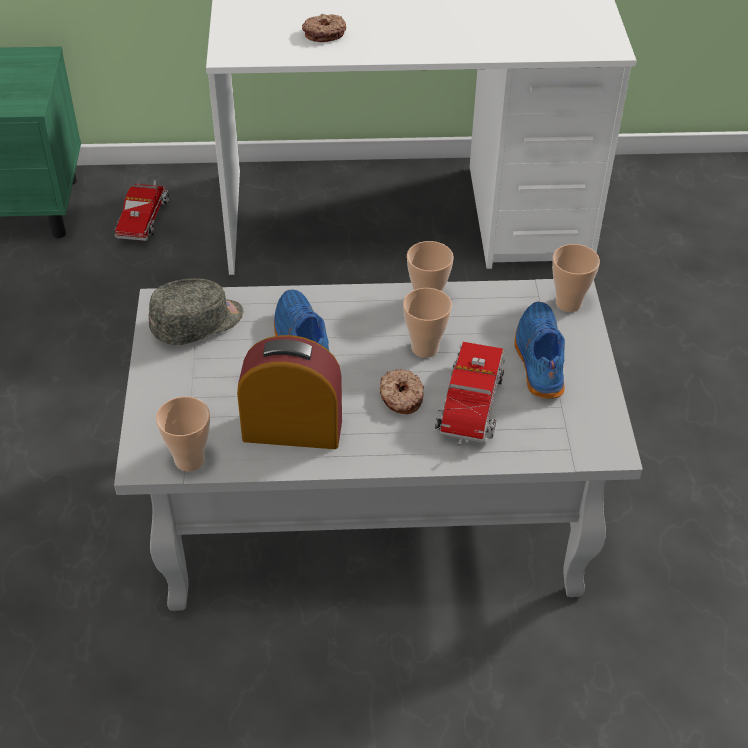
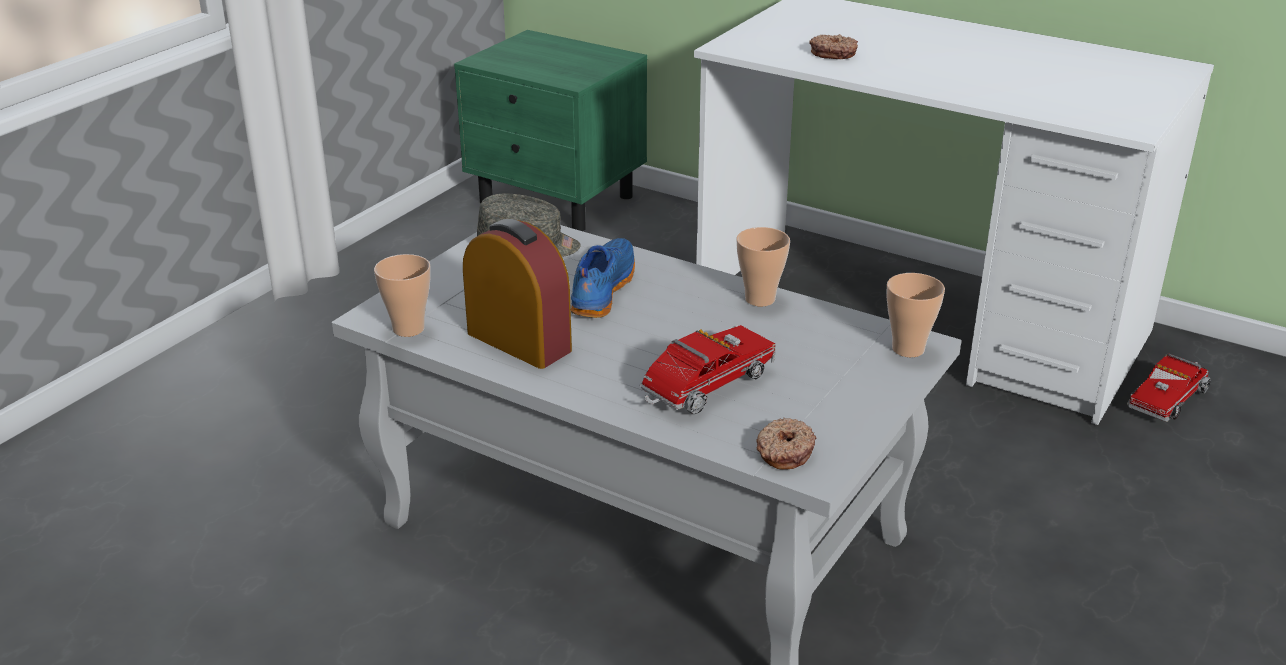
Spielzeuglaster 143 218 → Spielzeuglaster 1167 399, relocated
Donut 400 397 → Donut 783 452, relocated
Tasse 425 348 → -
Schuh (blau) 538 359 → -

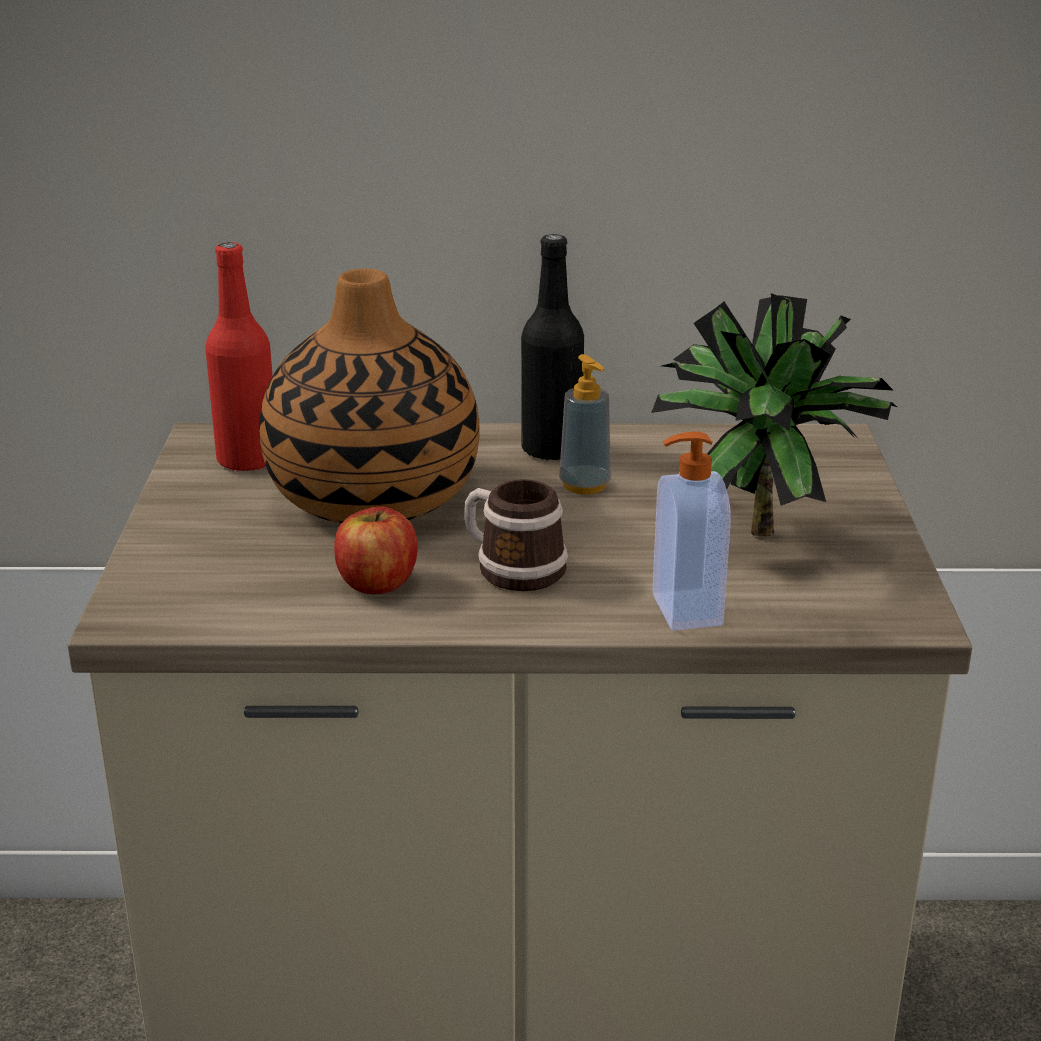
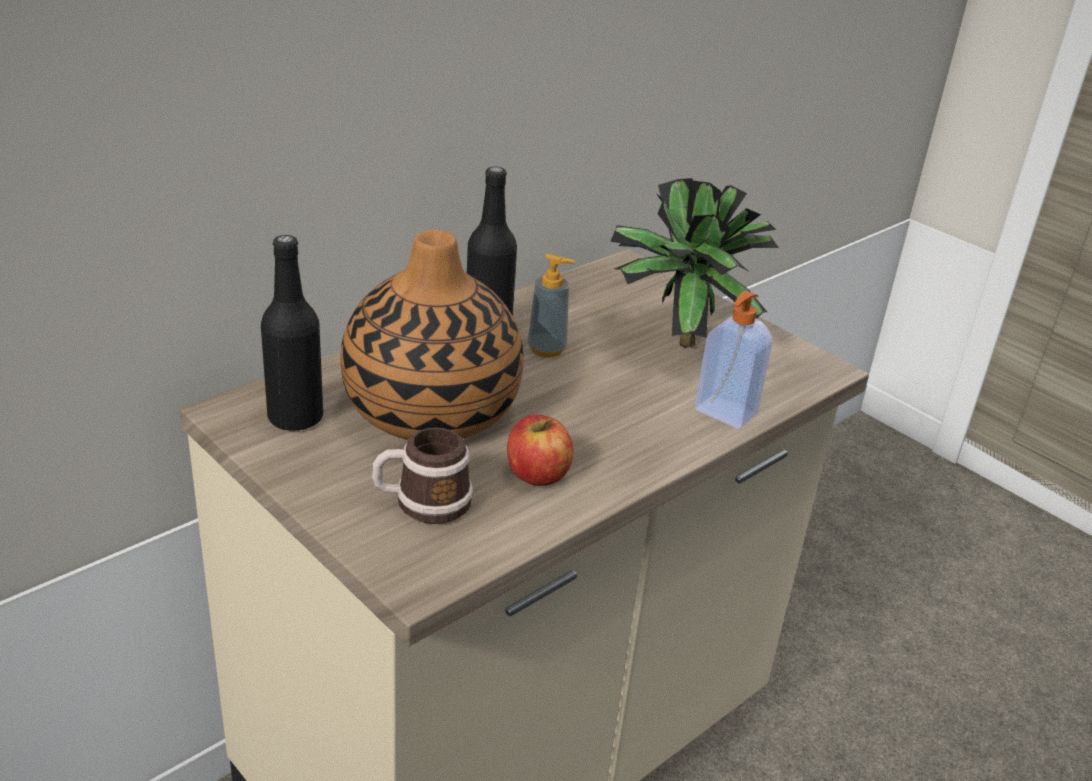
Flasche (rot) 248 460 → Flasche (schwarz) 295 418
Henkelbecher 511 567 → Henkelbecher 422 502, relocated

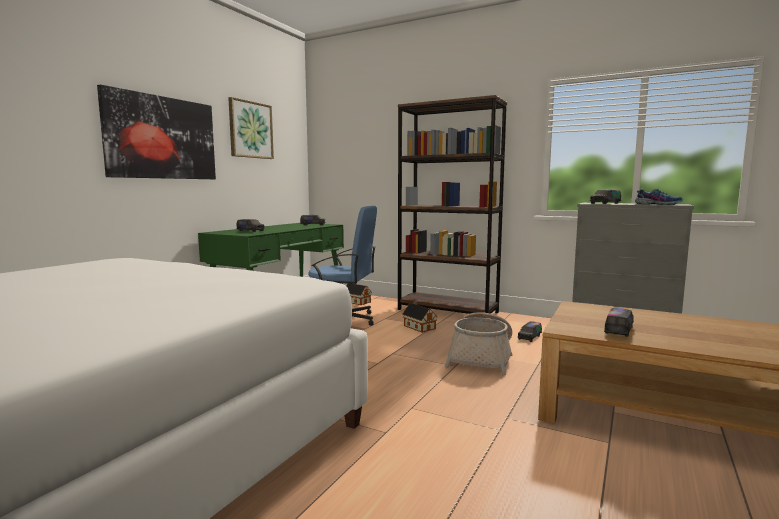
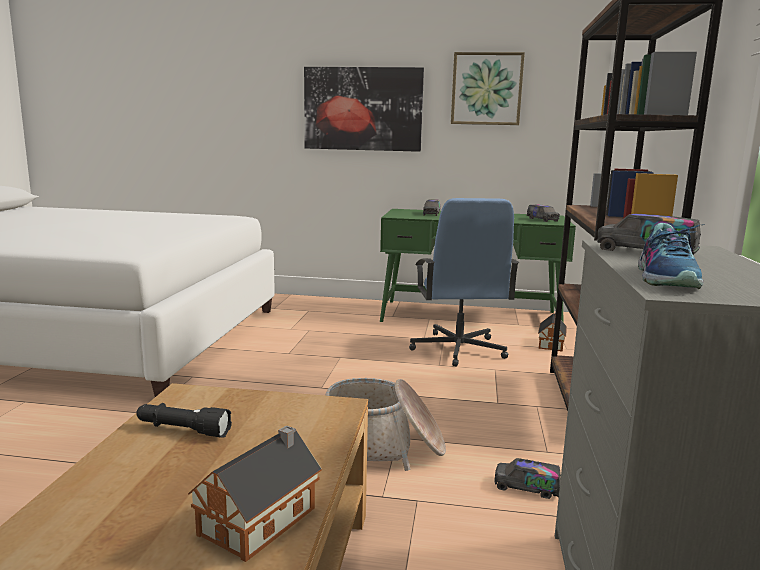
Spielzeughaus 419 327 → Spielzeughaus 262 519, relocated
Spielzeuglaster 618 330 → Taschenlampe (schwarz) 182 430

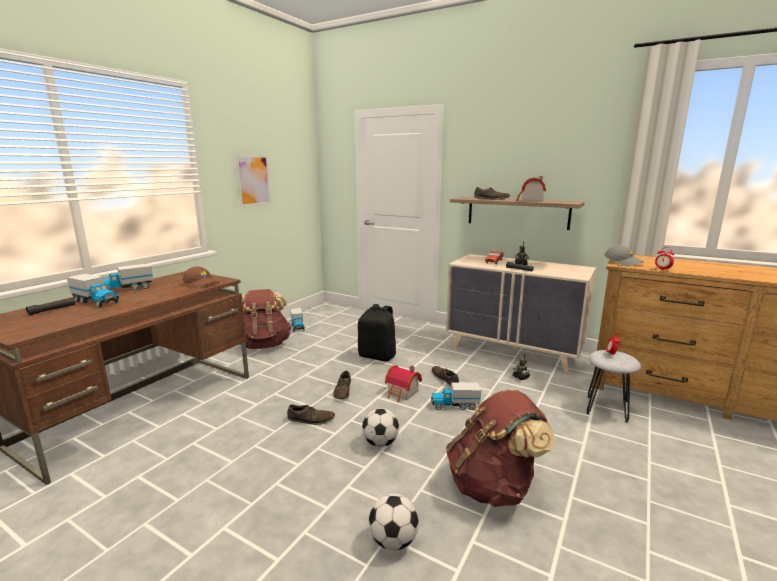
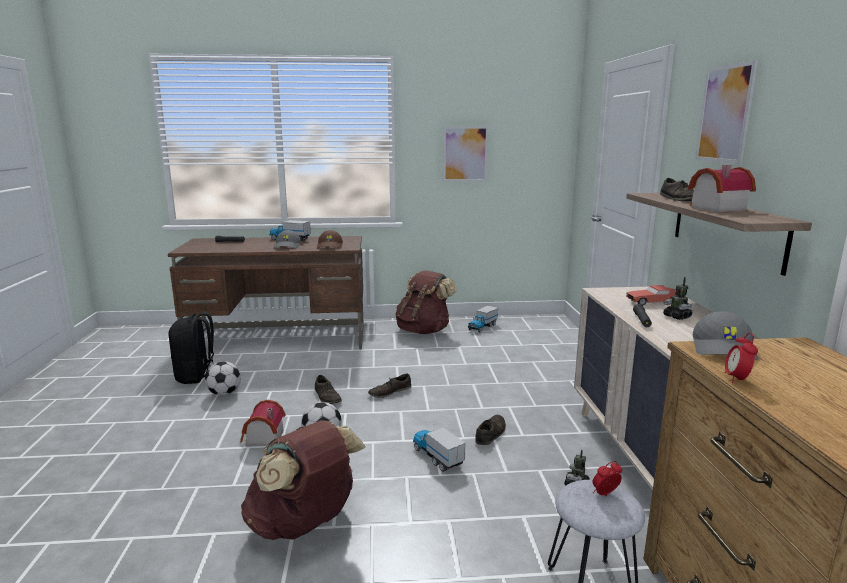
Spielzeuglaster 96 302 → -
Rucksack (schwarz) 378 356 → Rucksack (schwarz) 197 376, relocated
Fußball 393 541 → Fußball 224 393, relocated
Spielzeughaus 402 393 → Spielzeughaus 262 438, relocated
- → Kappe (grau) 288 246
- → Bild 725 114

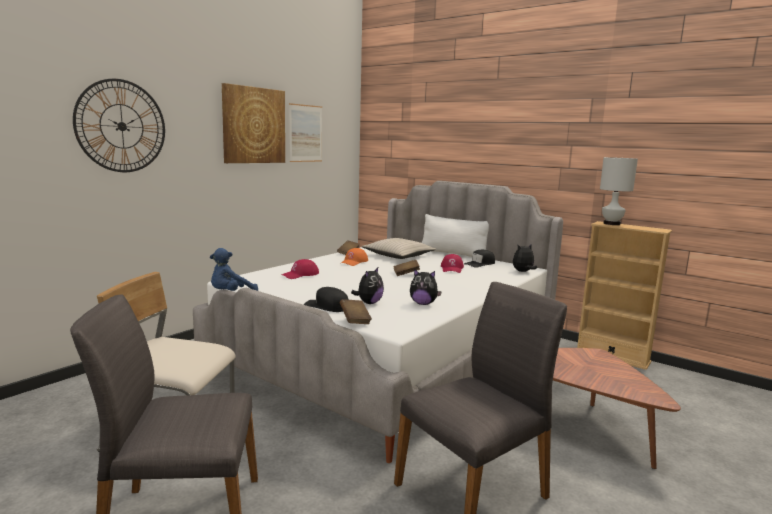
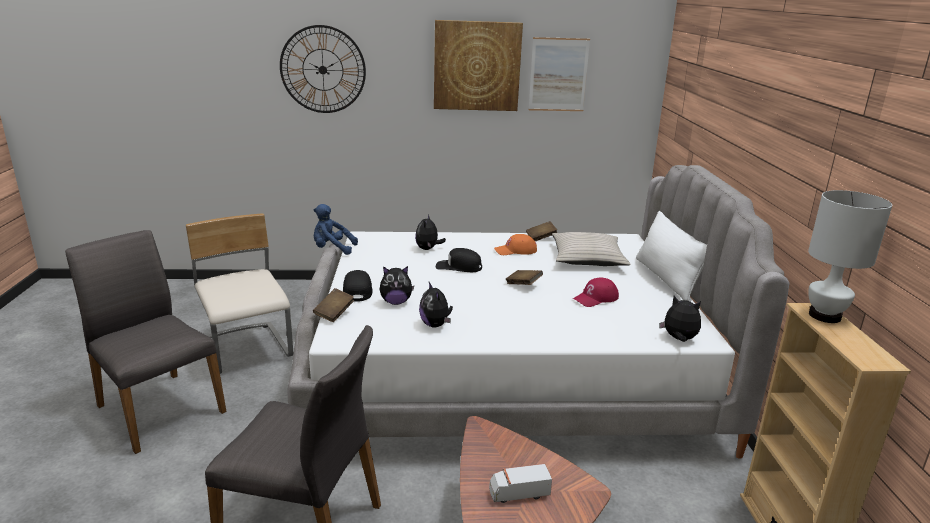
Kappe (rot) 300 275 → Plüschtier 428 249
Kappe (schwarz) 480 264 → Kappe (schwarz) 459 267, relocated
- → Spielzeuglaster 518 494

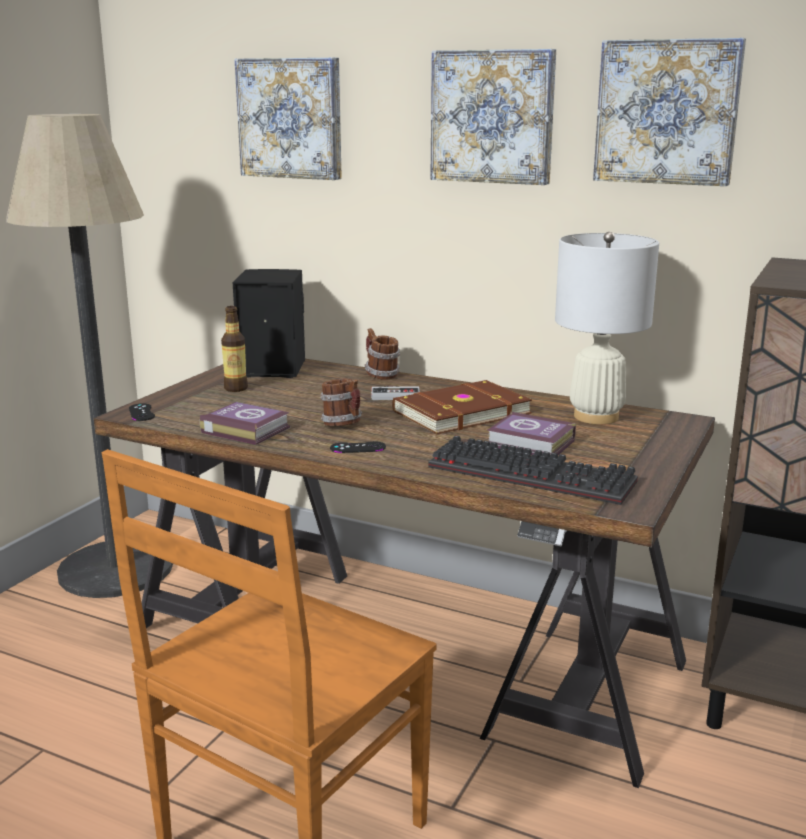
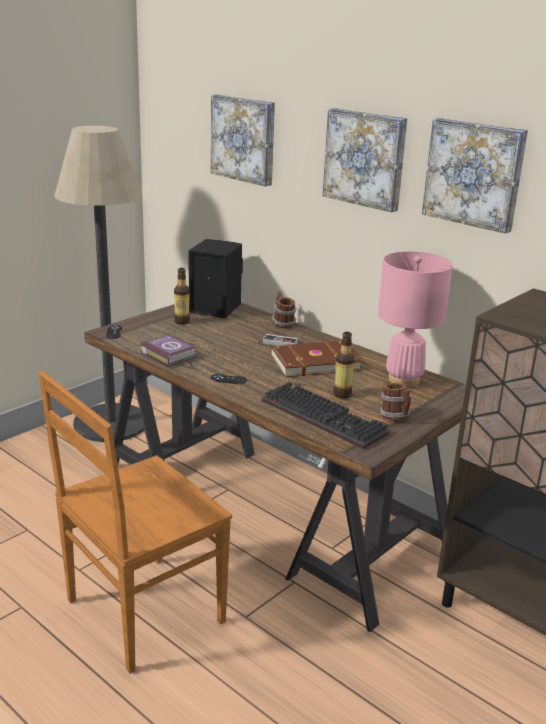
Henkelbecher 343 425 → Henkelbecher 395 418, relocated
Buch 531 444 → Flasche 342 394
Tischlampe (weiß) 595 416 → Tischlampe (rosa) 403 379

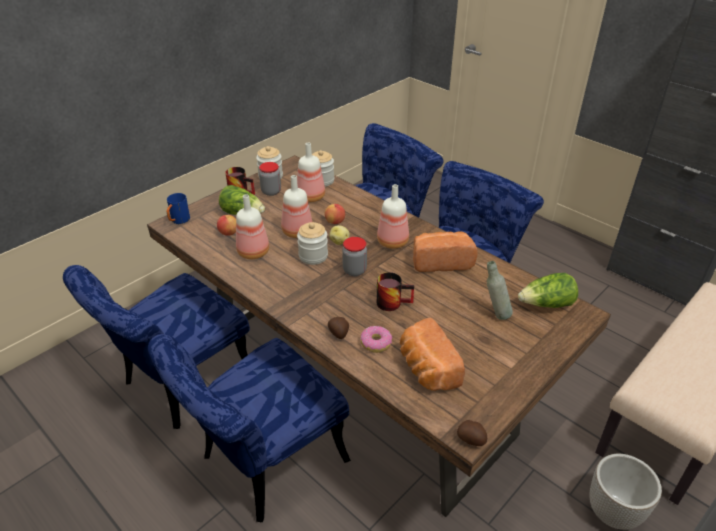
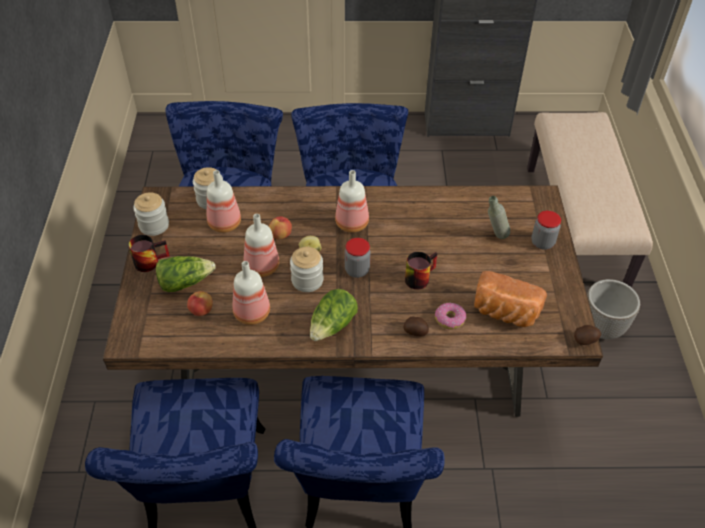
Henkelbecher (blau) 178 221 → -
Vorratsglas 271 191 → Vorratsglas 542 243, relocated
Brot 441 261 → -
Salatkopf 546 304 → Salatkopf 332 325, relocated

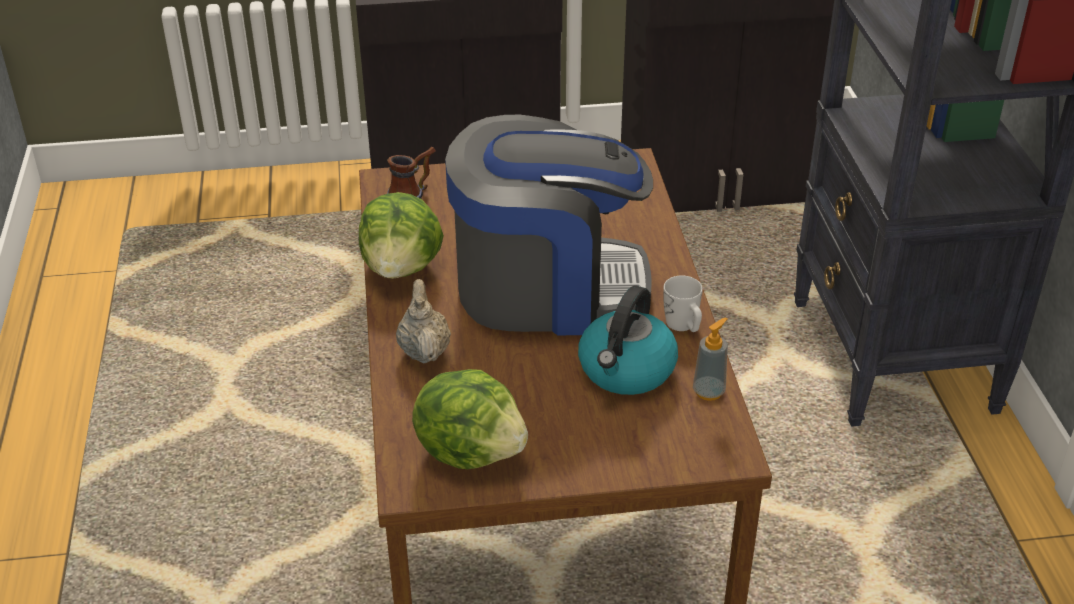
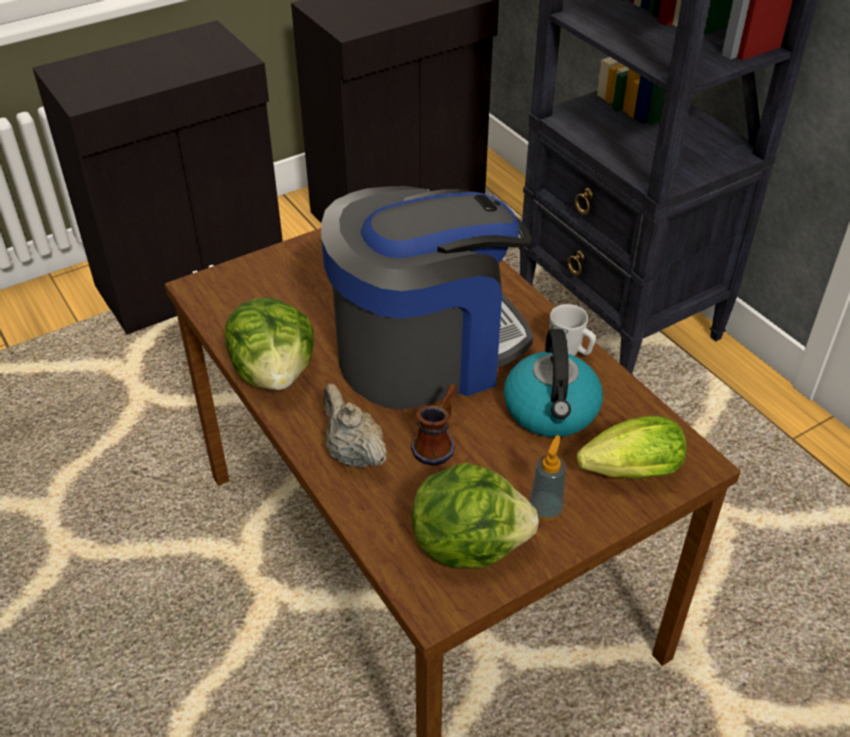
Henkelbecher 413 194 → Henkelbecher 438 442, relocated
Seifenspender 708 391 → Seifenspender 545 509, relocated
- → Salatkopf 625 473

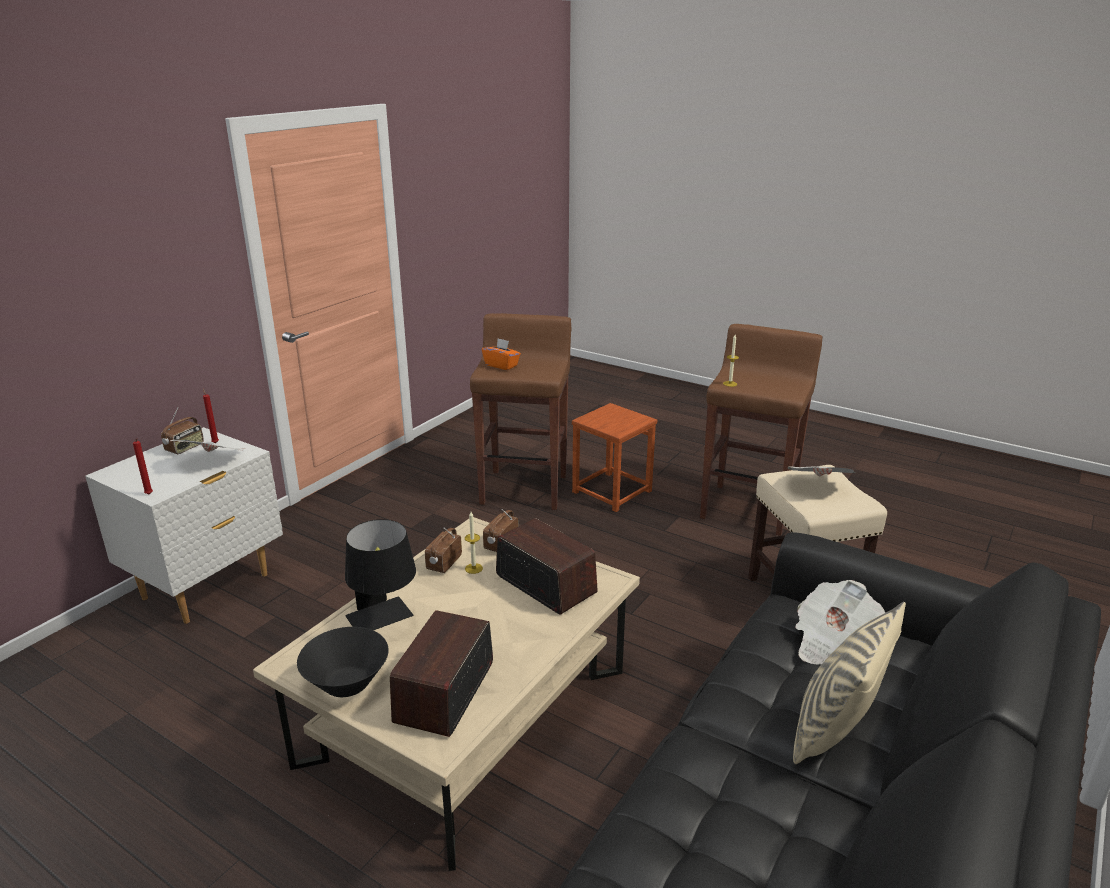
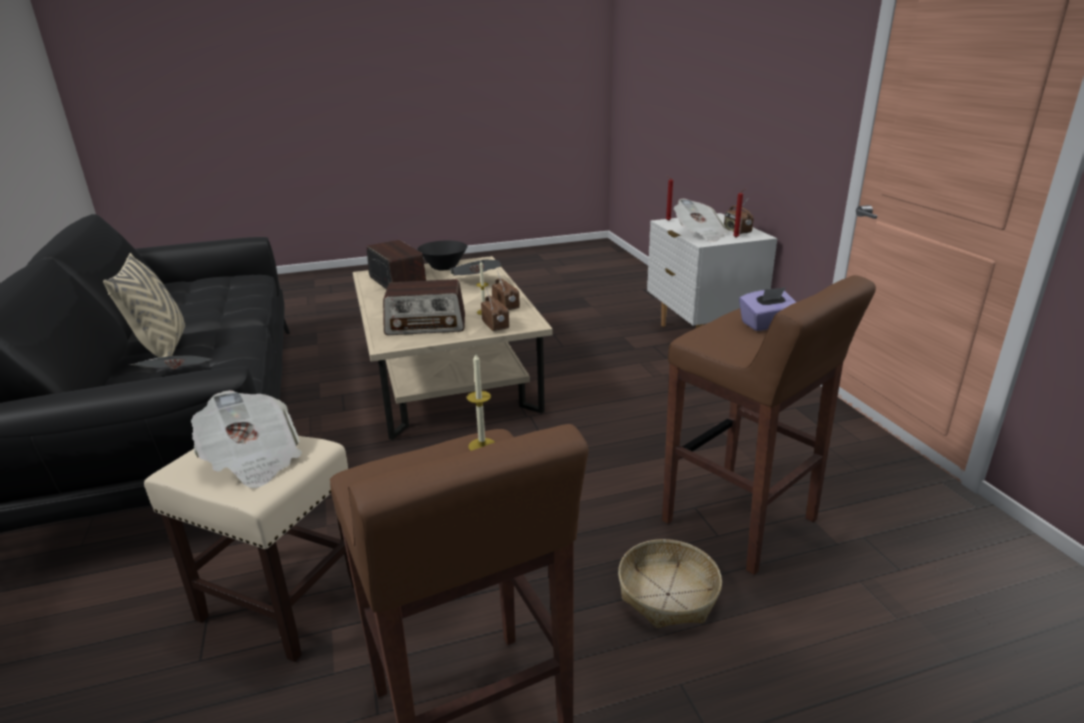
Tischlampe (schwarz) 385 622 → Zeitung 476 282
Taschentuchbox (orange) 501 365 → Taschentuchbox (lila) 767 324
Hocker (braun) 611 492 → Korb 668 594

